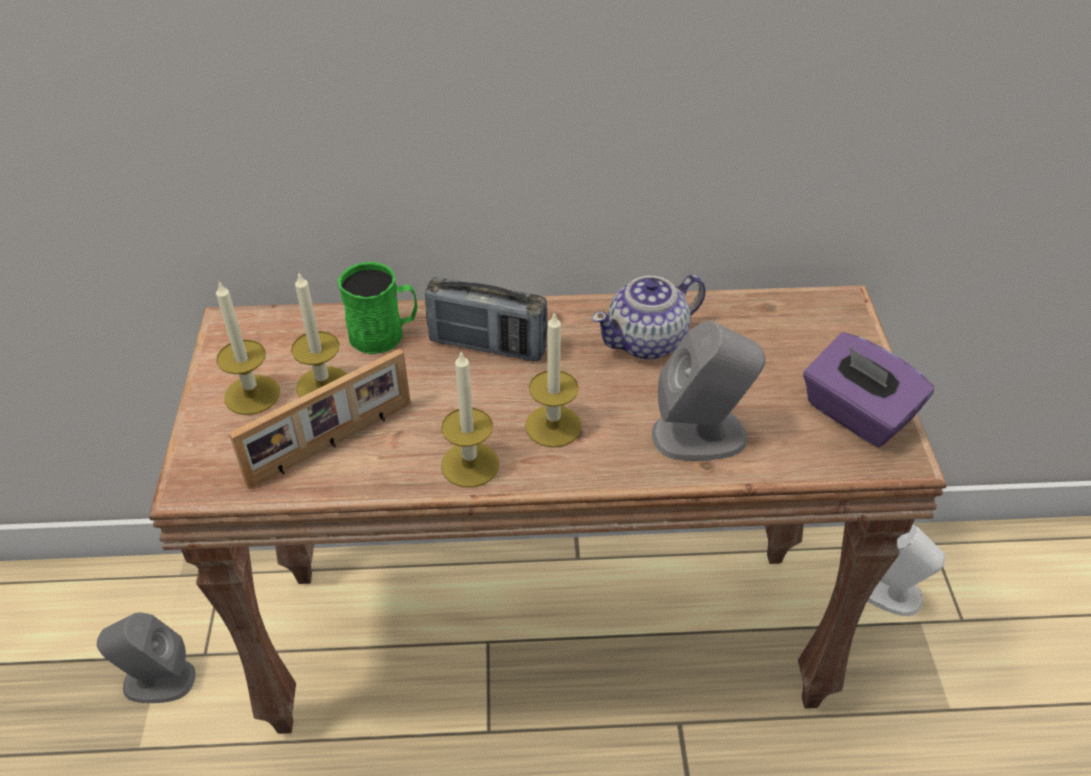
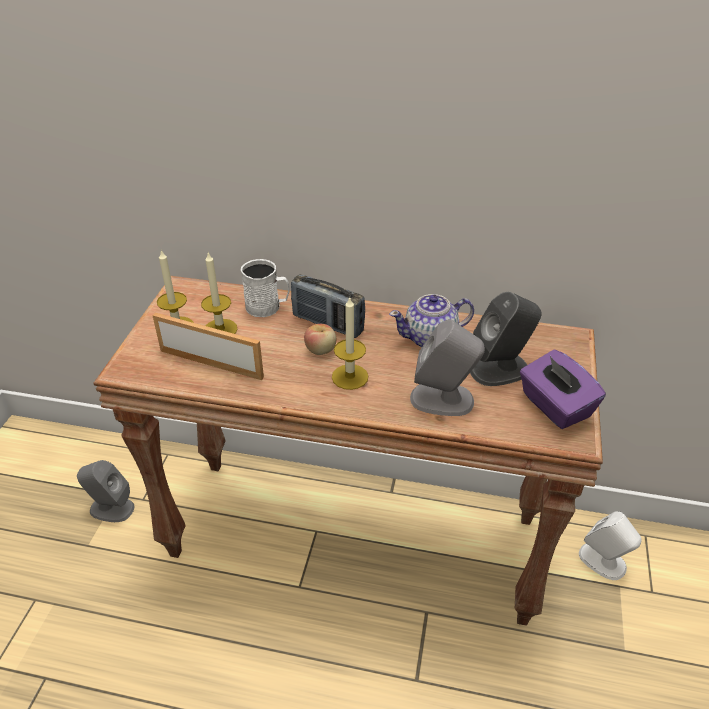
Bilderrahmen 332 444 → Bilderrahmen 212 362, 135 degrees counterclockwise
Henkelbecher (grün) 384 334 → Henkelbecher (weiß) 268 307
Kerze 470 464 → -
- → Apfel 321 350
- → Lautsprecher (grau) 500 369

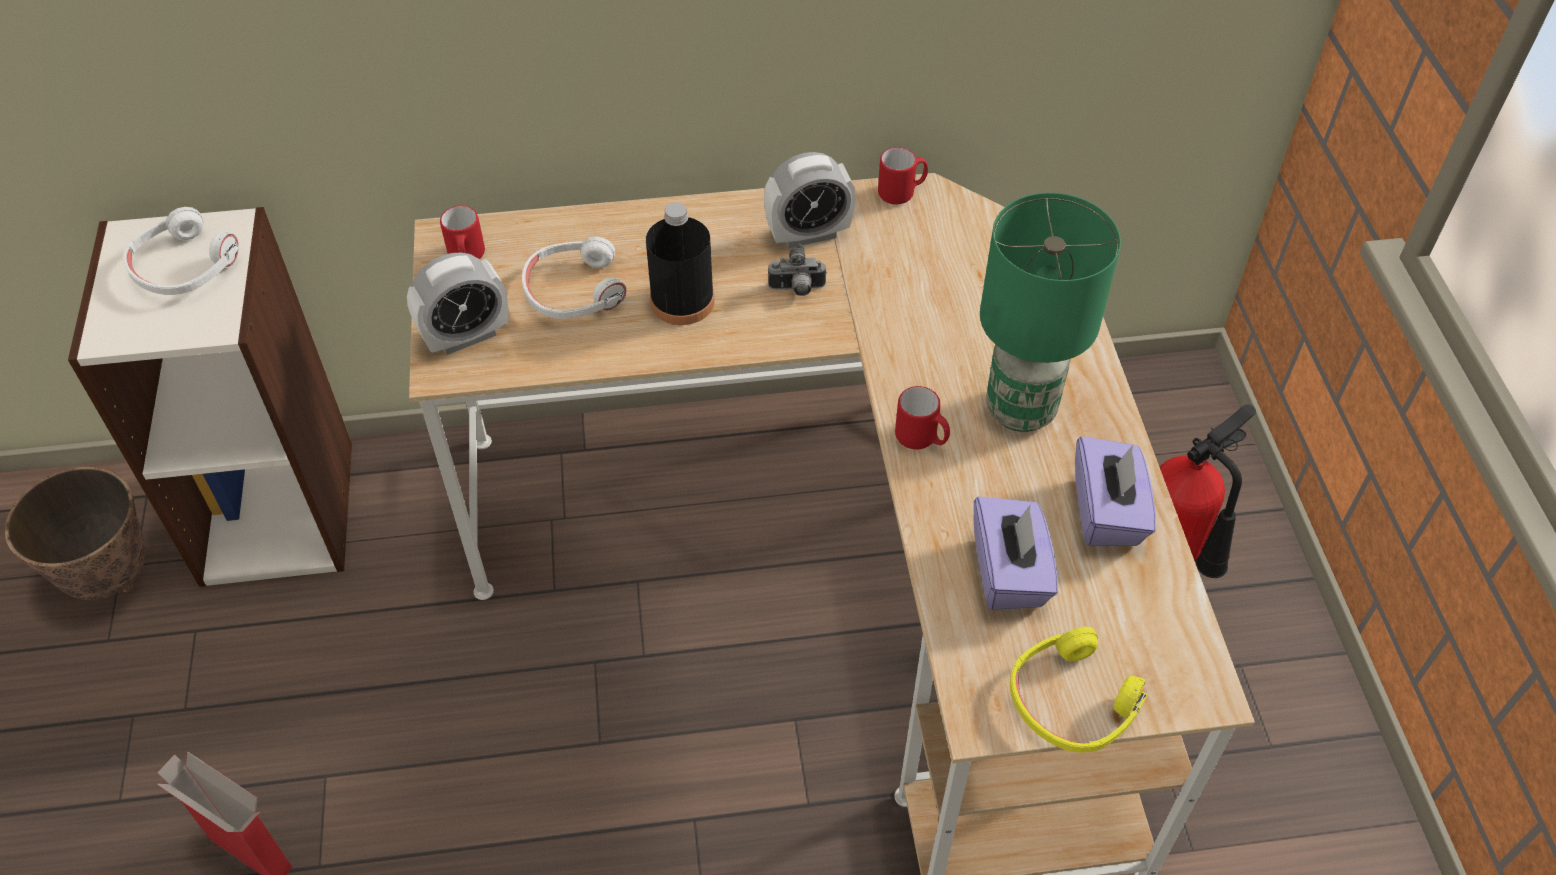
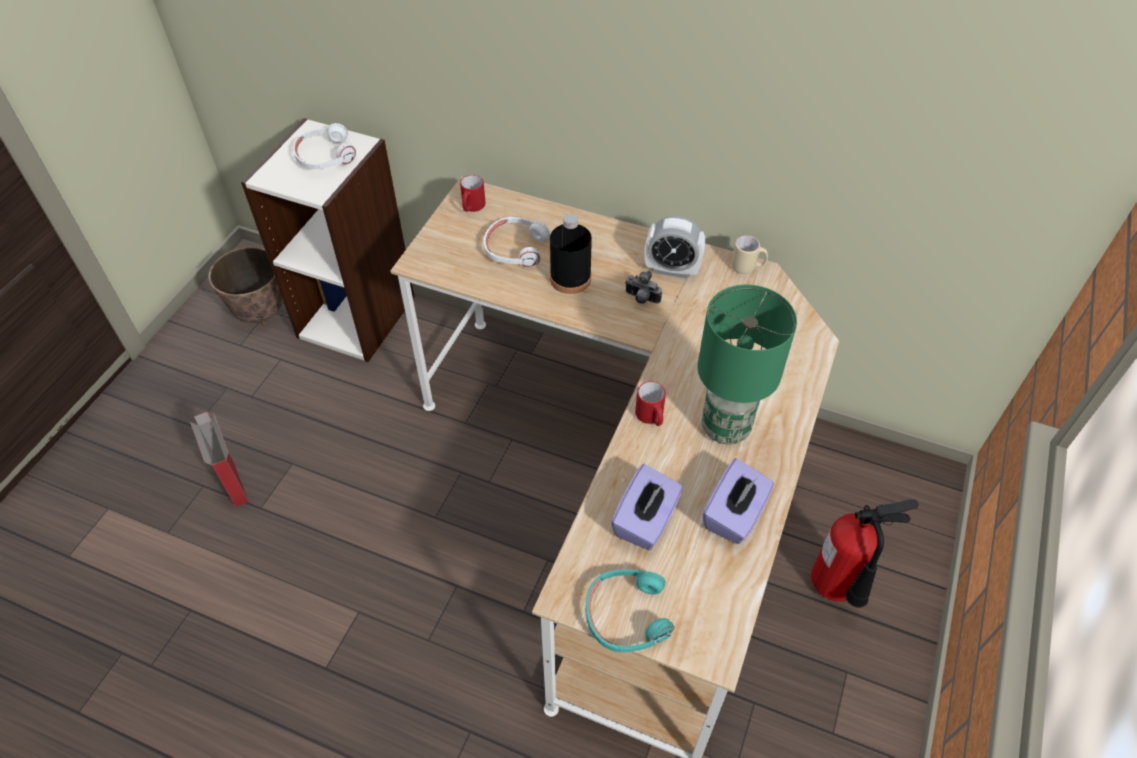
Wecker 466 336 → -
Henkelbecher (rot) 902 193 → Henkelbecher (beige) 747 267
Kopfhörer (gelb) 1072 701 → Kopfhörer (türkis) 627 615

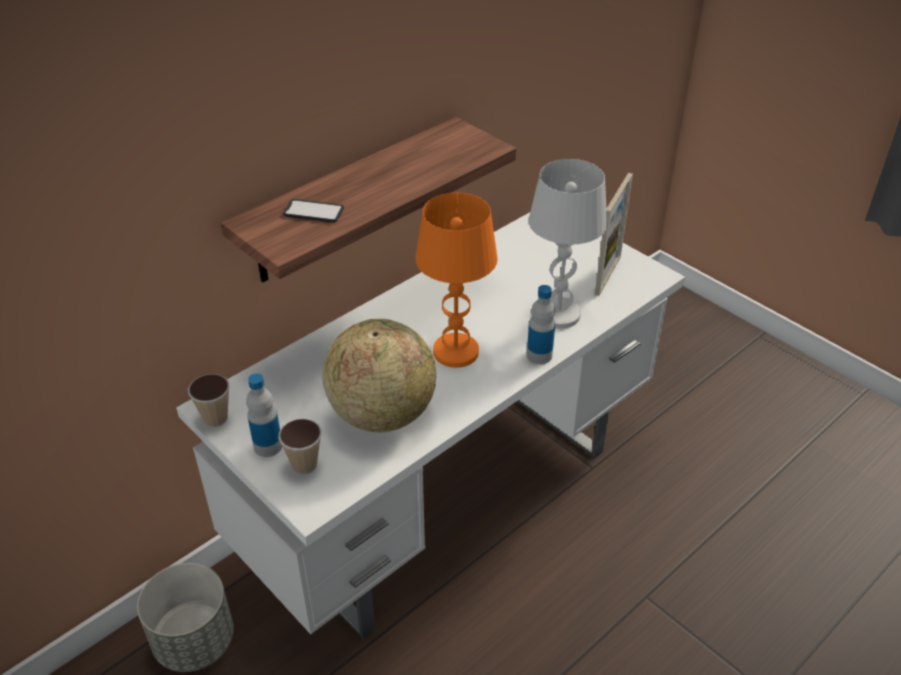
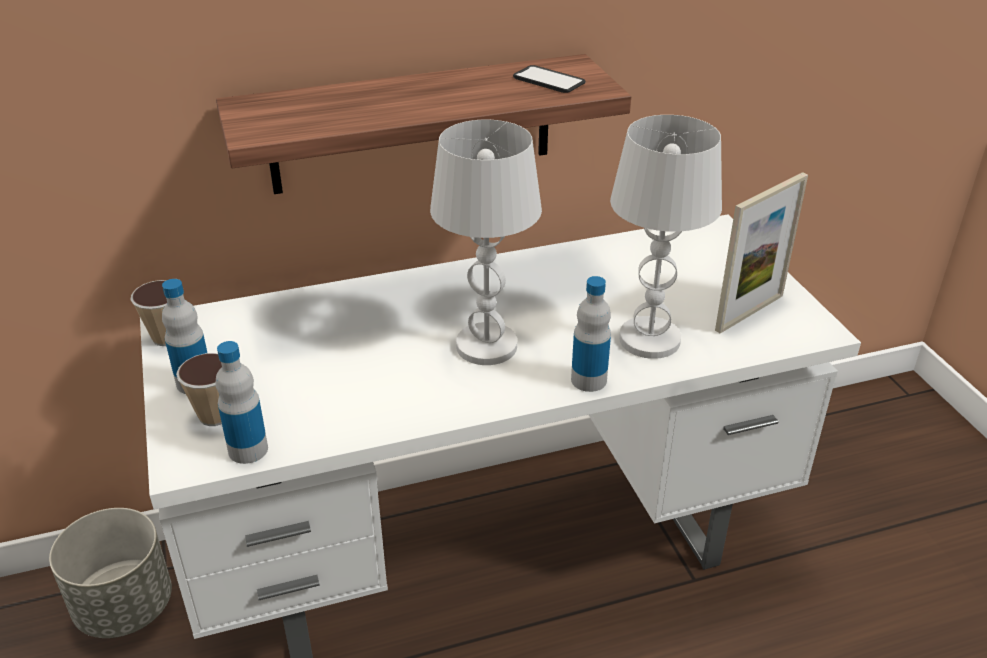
Handy 313 212 → Handy 548 80, relocated
Globus 382 414 → -
Tischlampe (orange) 456 351 → Tischlampe (weiß) 487 346
- → Flasche 248 450

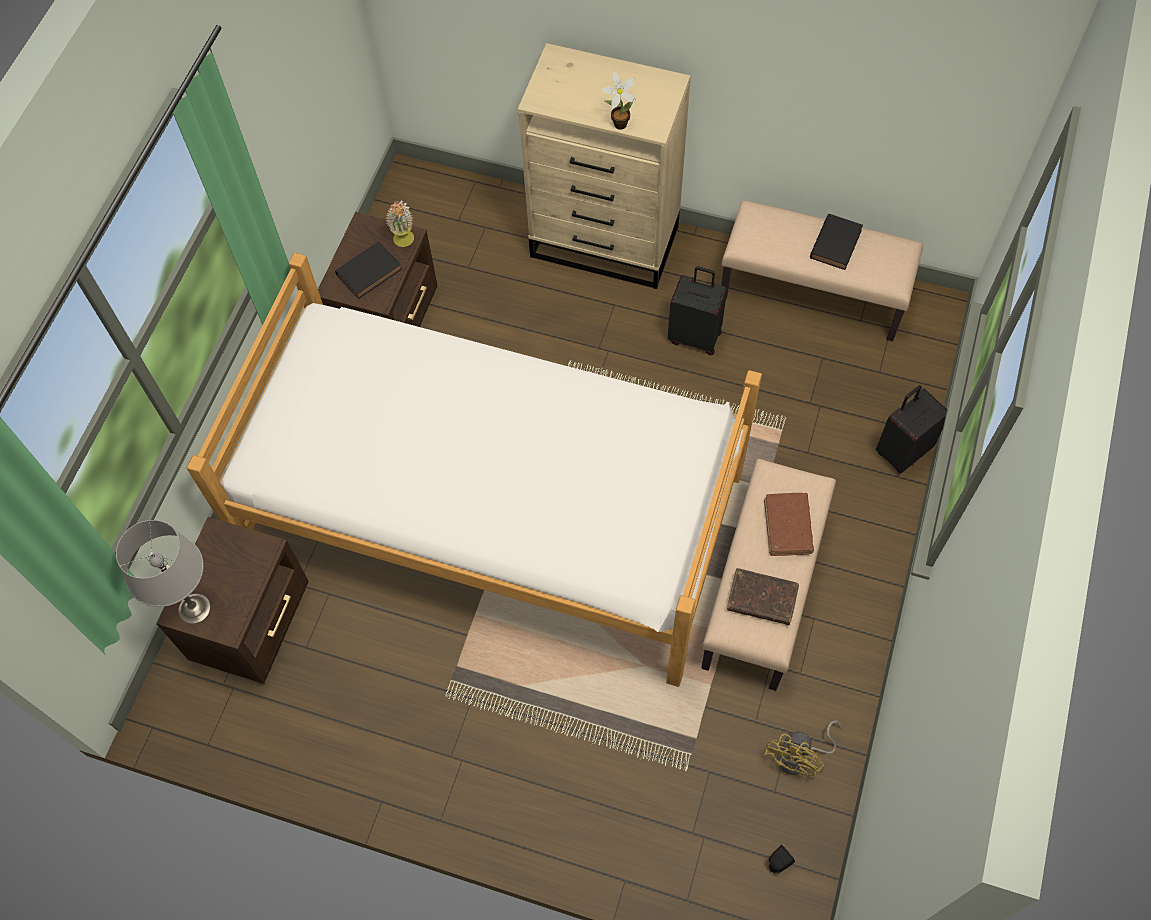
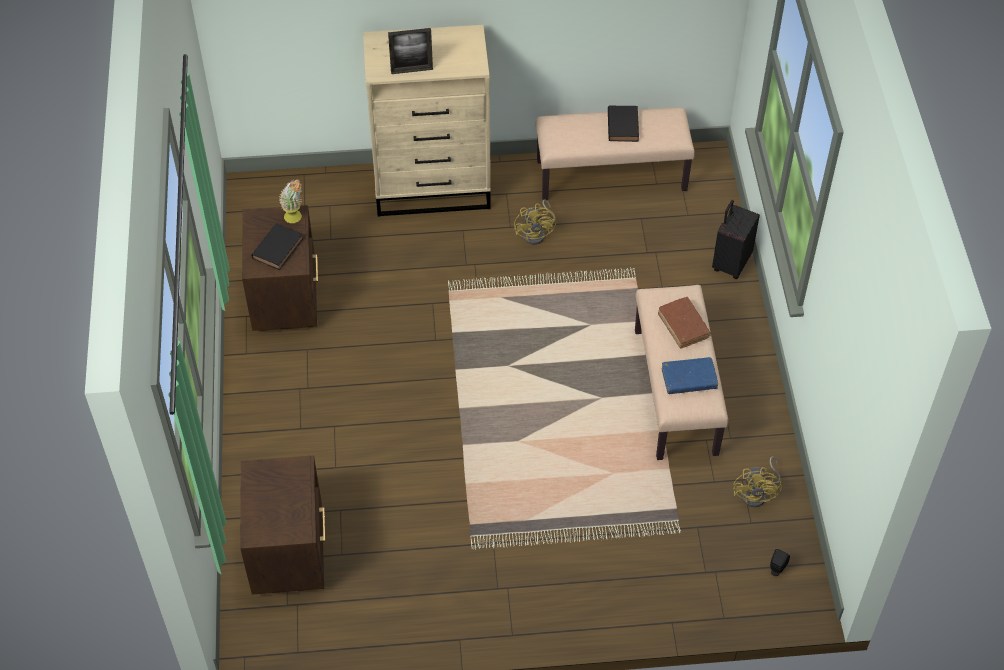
Tischlampe (grau) 194 608 → -
Bett 494 512 → -
Topfpflanze 618 124 → -
Koffer (schwarz) 695 336 → Ventilator (gelb) 537 233
Buch (braun) 762 600 → Buch (blau) 689 379
- → Bilderrahmen 411 70

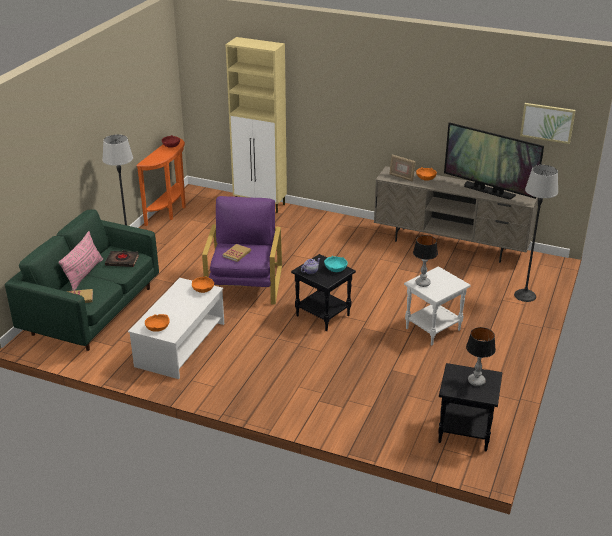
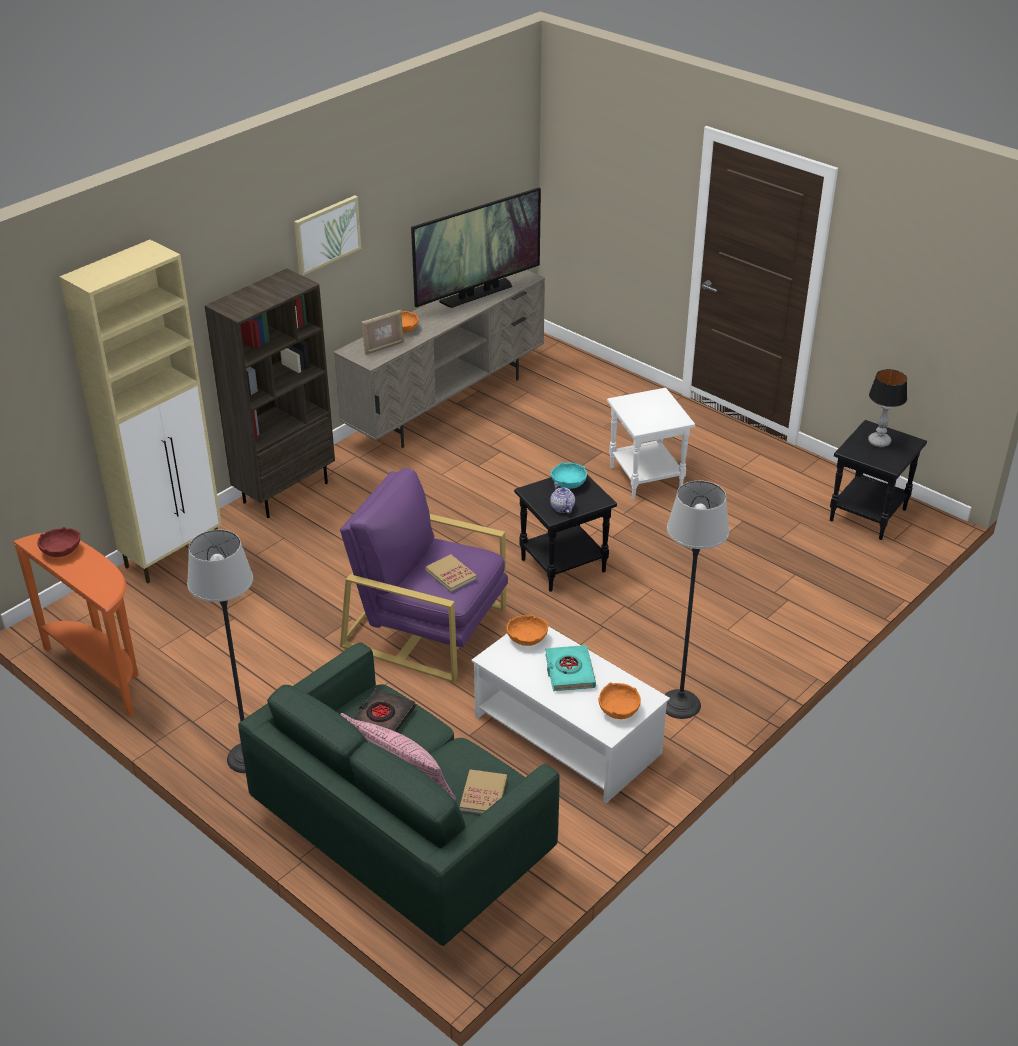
Tischlampe 422 283 → -
Stehlampe 525 295 → Stehlampe 680 704, relocated
Bild 547 122 → Bild 327 234, relocated
- → Bücherregal (braun) 285 492
- → Buch (türkis) 569 671

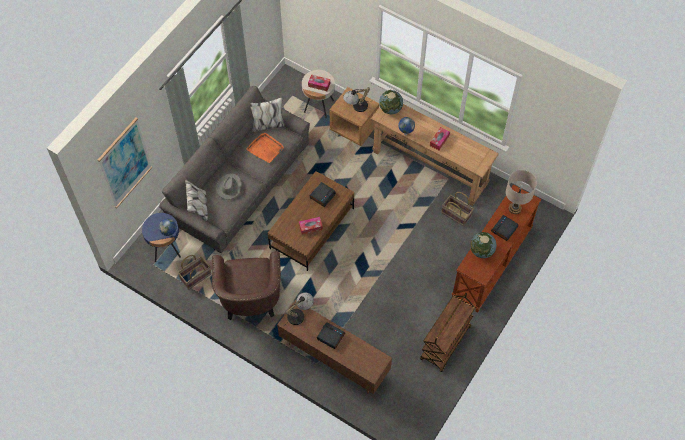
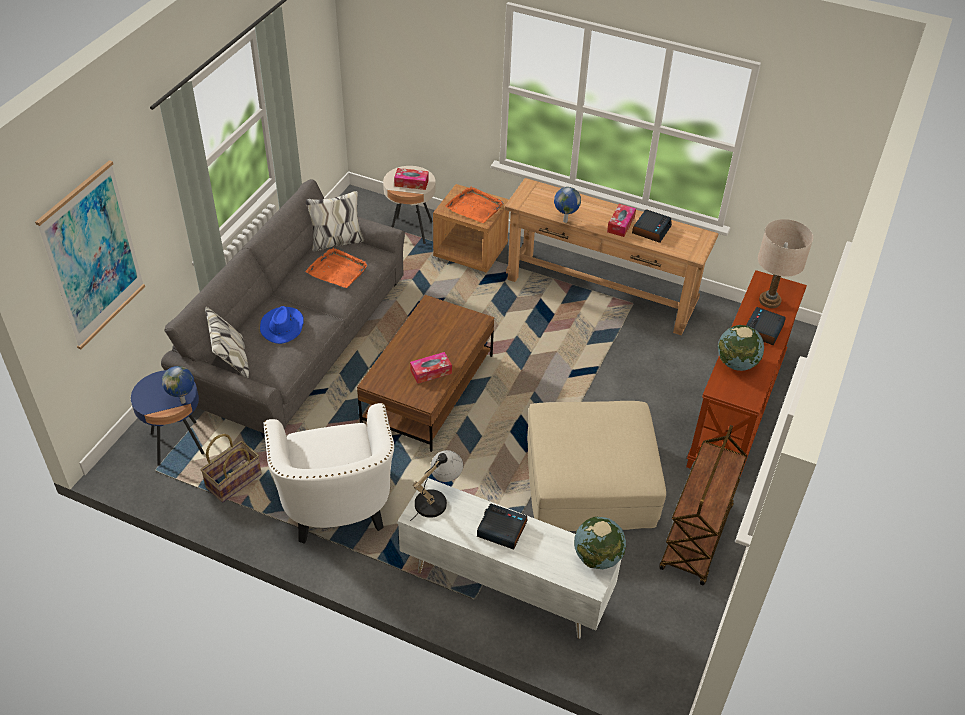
Sessel (braun) 250 300 → Sessel (weiß) 337 508
Hut (grau) 229 187 → Hut (blau) 282 326
Fernsehschrank (braun) 334 359 → Fernsehschrank (weiß) 505 588
Wecker 322 195 → Wecker 651 229, relocated
Tischlampe 356 107 → Tablett (orange) 475 207
Globus 390 109 → Globus 597 558, relocated
Korb 456 214 → -
- → Polsterhocker (beige) 589 482

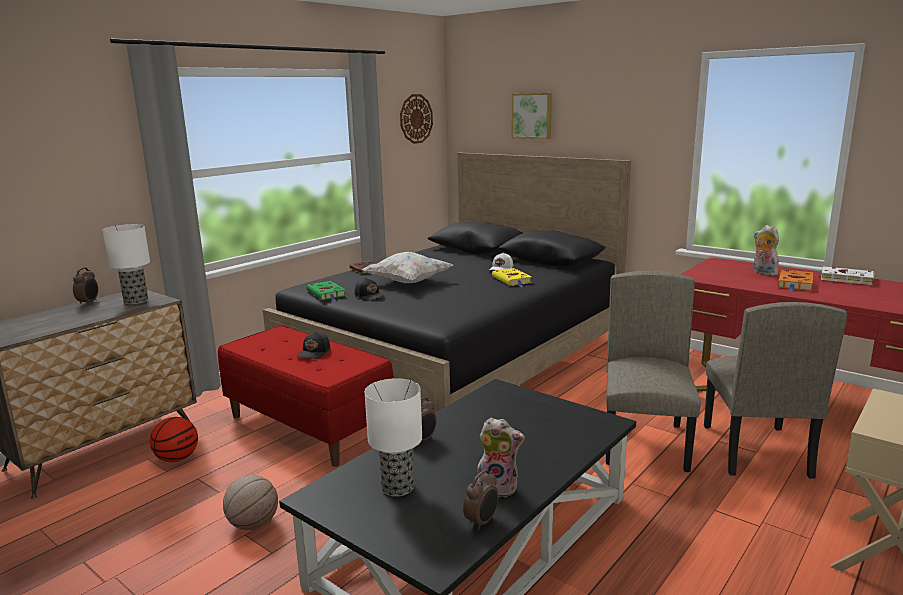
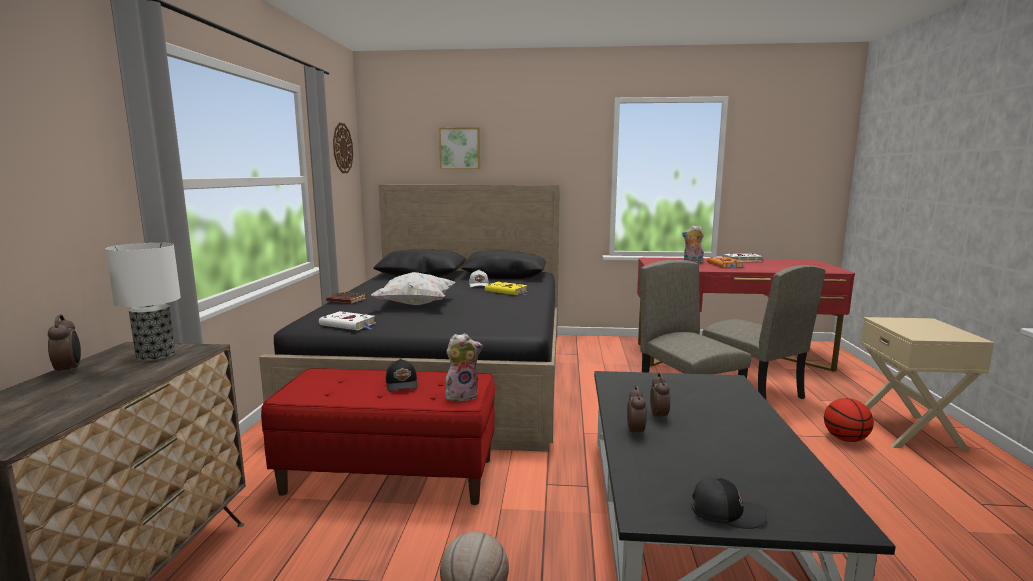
Basketball 177 459 → Basketball 845 439, relocated
Buch (grün) 327 294 → Buch (weiß) 349 324
Kappe (schwarz) 370 296 → Kappe (schwarz) 726 512, relocated
Tischlampe 397 487 → -
Wecker 482 522 → Wecker 659 416, relocated
Plüschtier 499 487 → Plüschtier 462 395, relocated

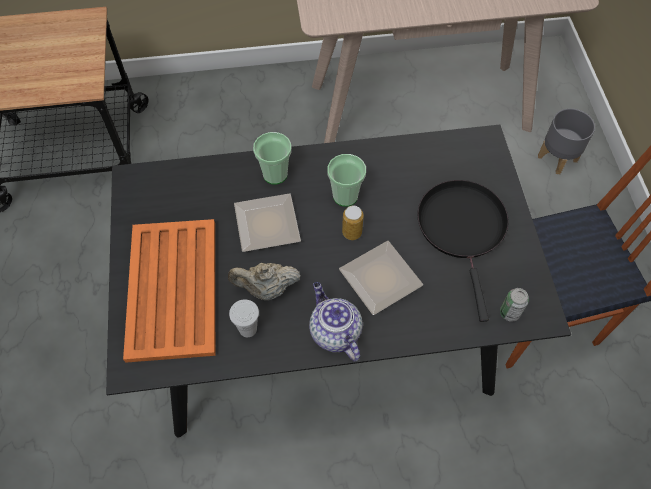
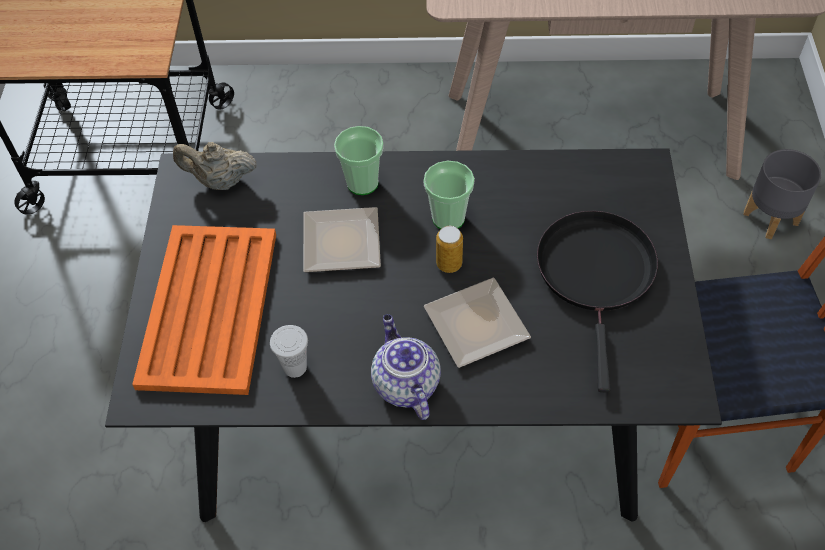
Teekanne (beige) 266 289 → Teekanne (beige) 220 181, relocated
Dose 509 313 → -

